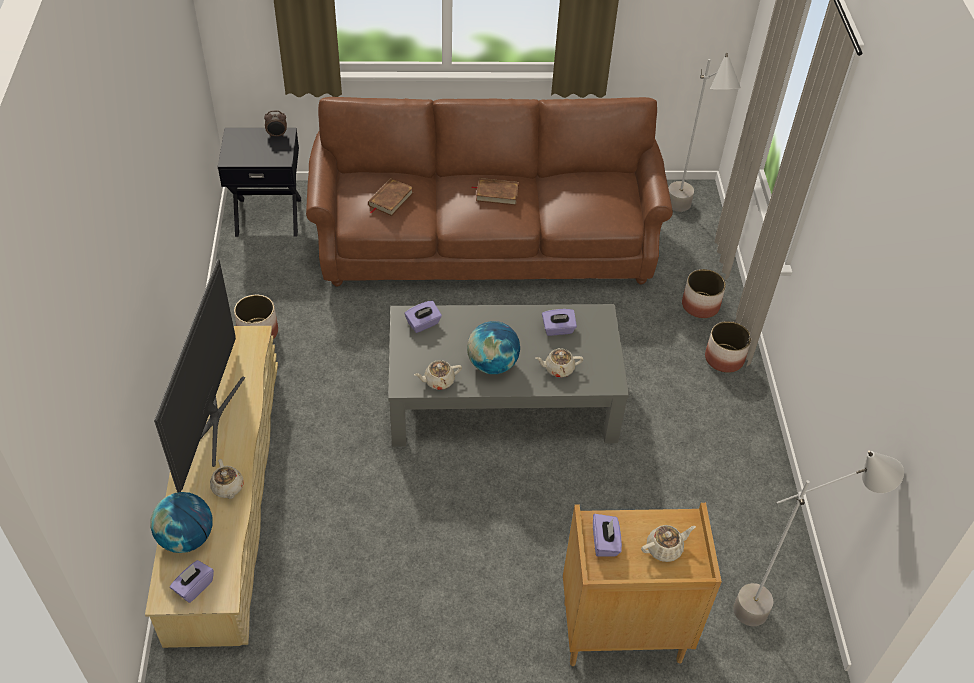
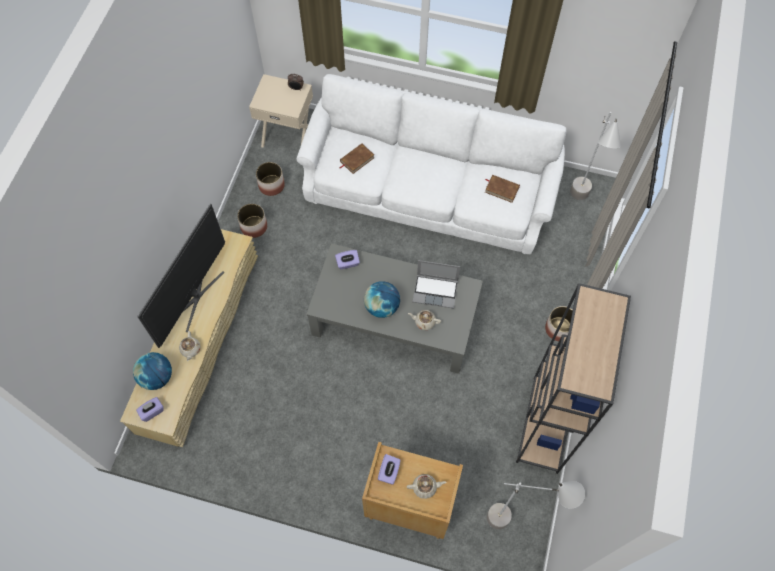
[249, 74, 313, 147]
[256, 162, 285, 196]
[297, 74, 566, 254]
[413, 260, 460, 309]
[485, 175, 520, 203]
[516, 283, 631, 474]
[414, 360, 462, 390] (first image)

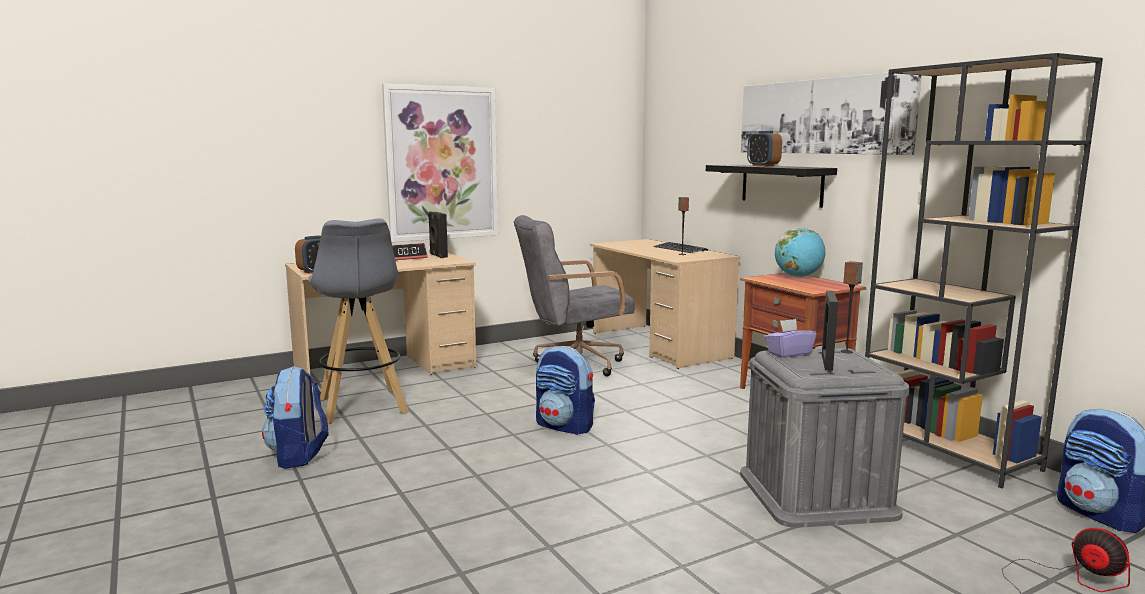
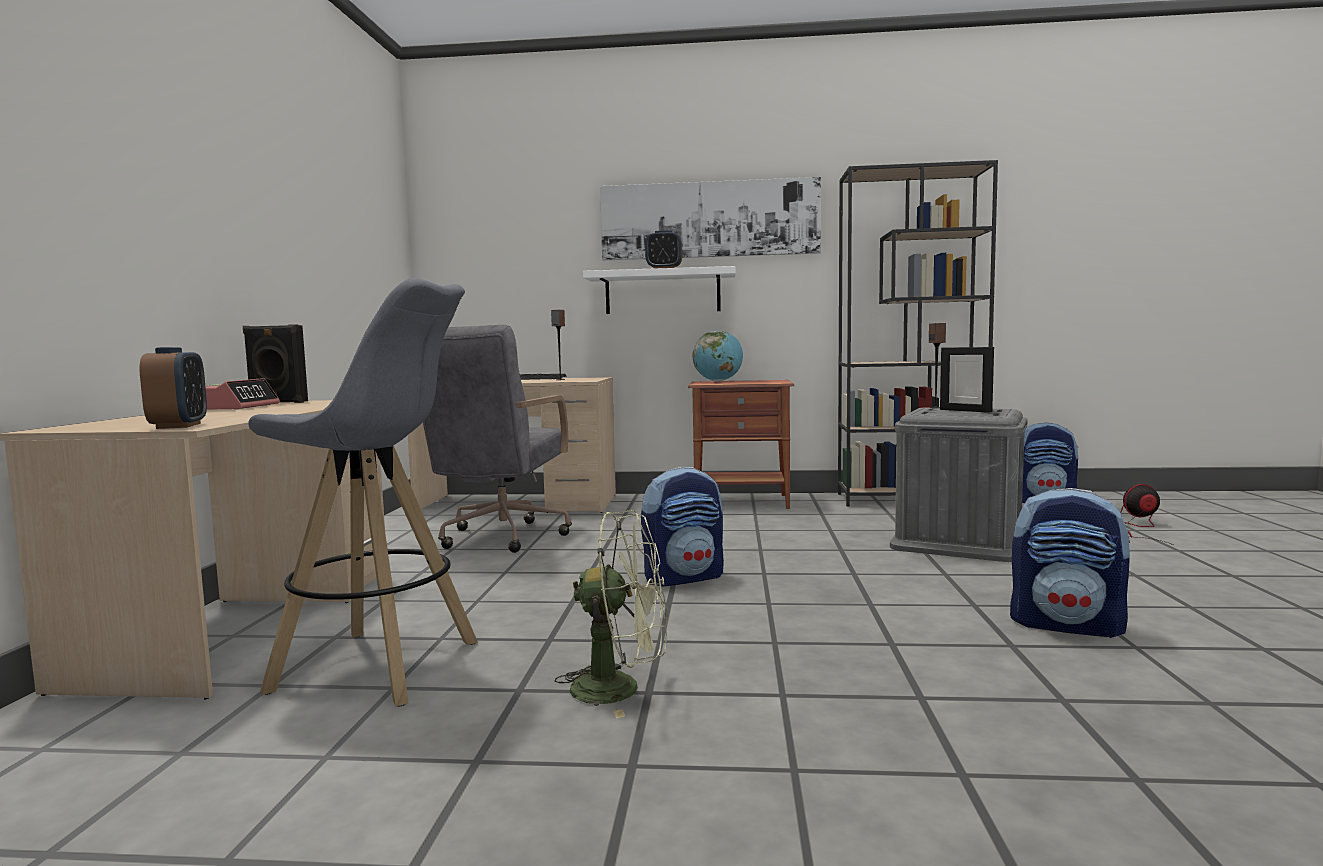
[555, 510, 668, 718]
[583, 266, 736, 314]
[1010, 488, 1132, 638]
[382, 84, 498, 242] (first image)
[765, 319, 816, 358] (first image)

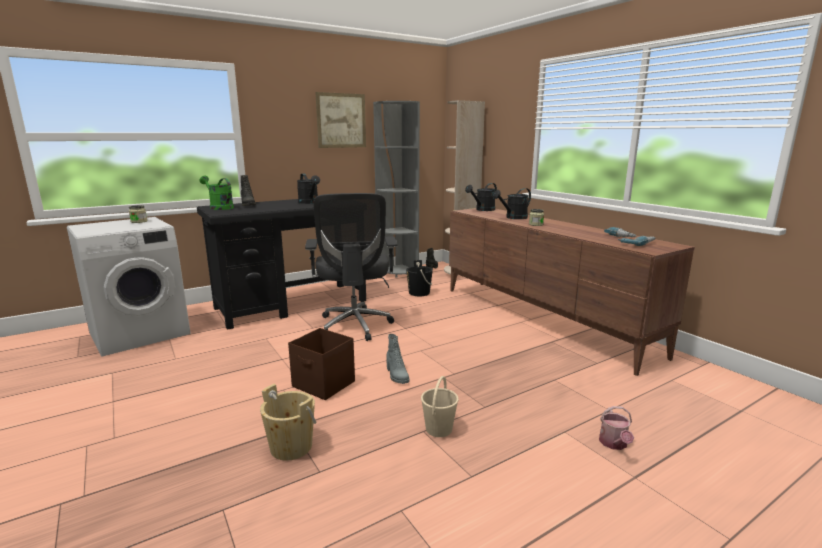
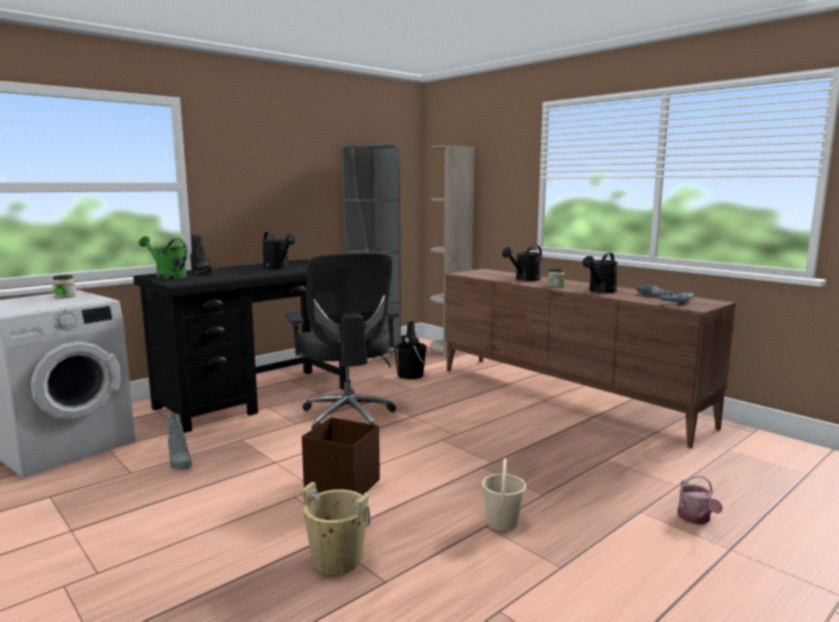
[168, 413, 192, 470]
[582, 253, 618, 293]
[315, 92, 366, 148] (first image)

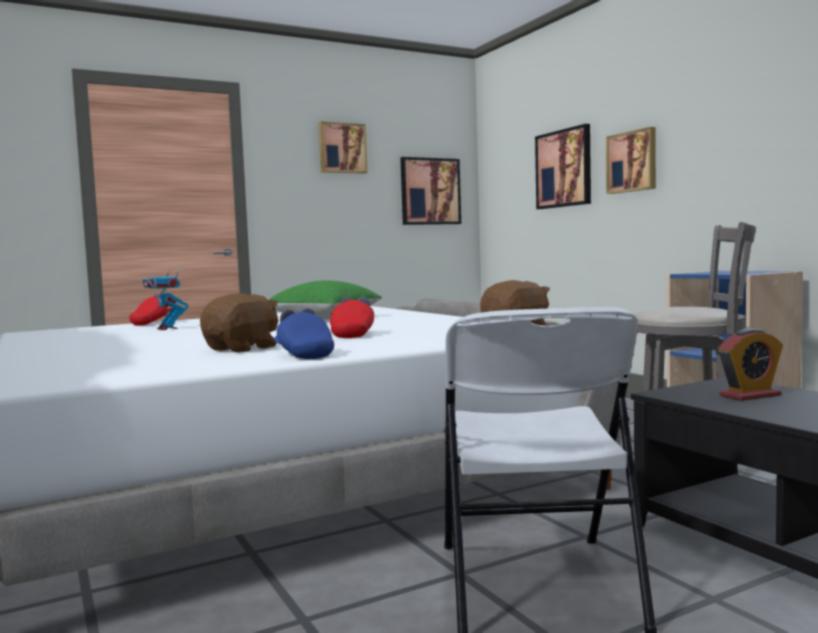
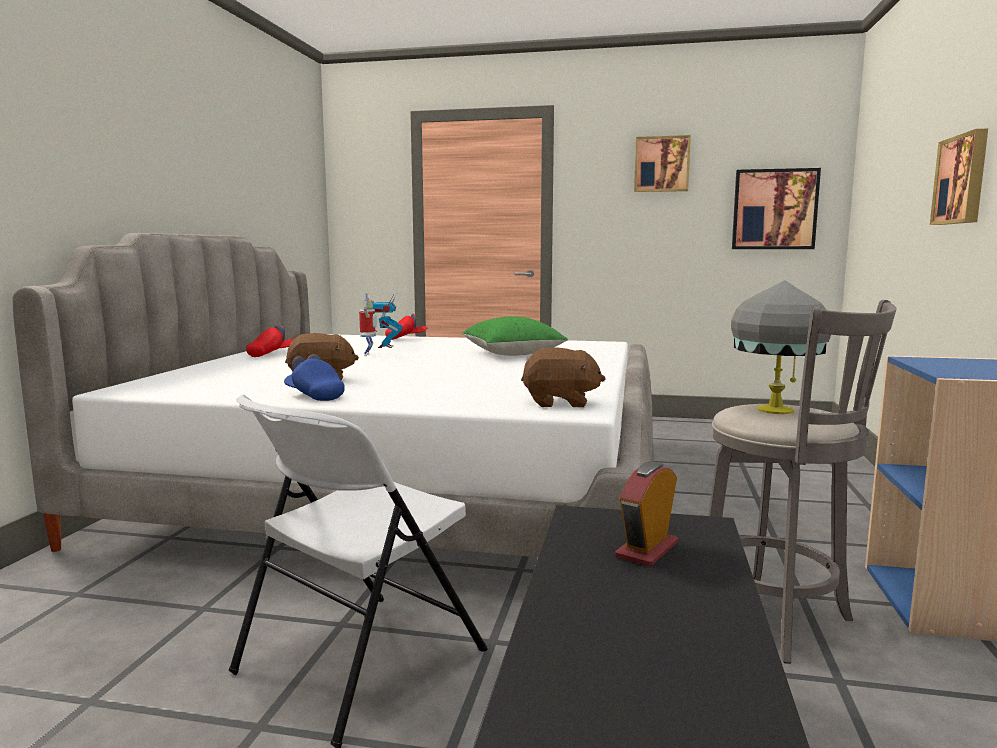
[246, 325, 294, 357]
[284, 354, 345, 401]
[359, 293, 378, 356]
[615, 461, 678, 567]
[731, 280, 831, 414]
[535, 124, 591, 209] (first image)

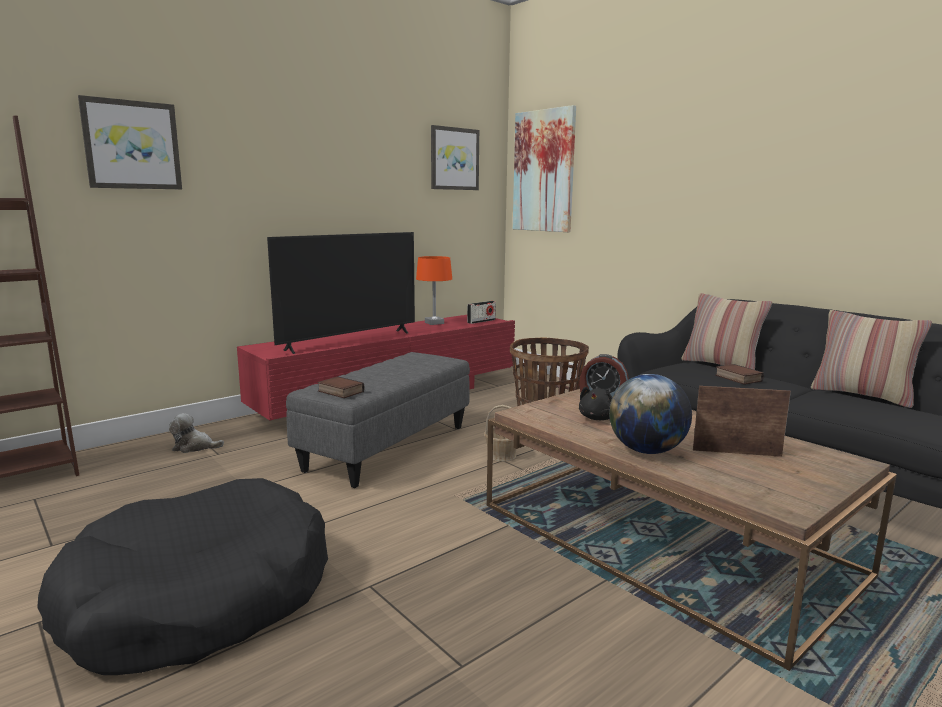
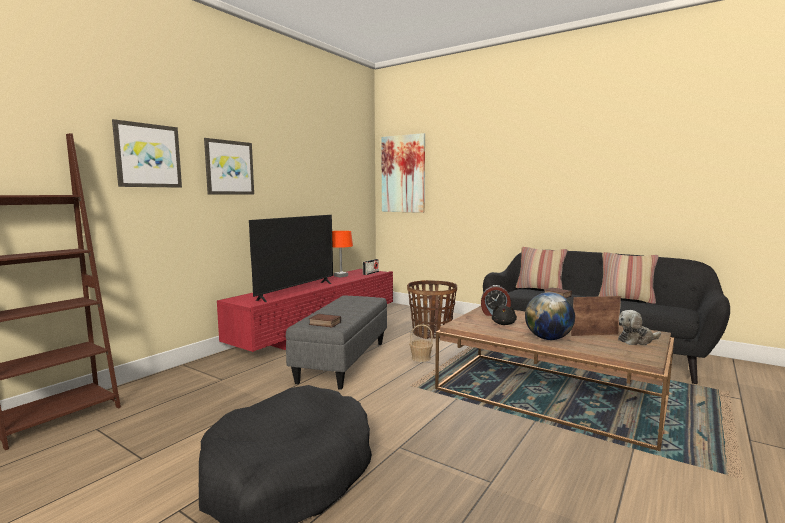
[204, 138, 254, 194]
[618, 310, 661, 345]

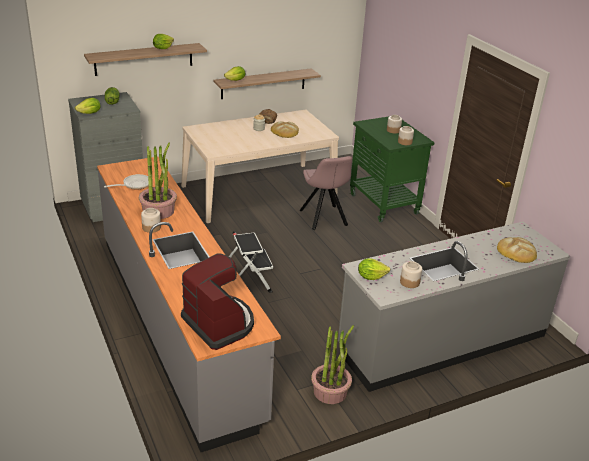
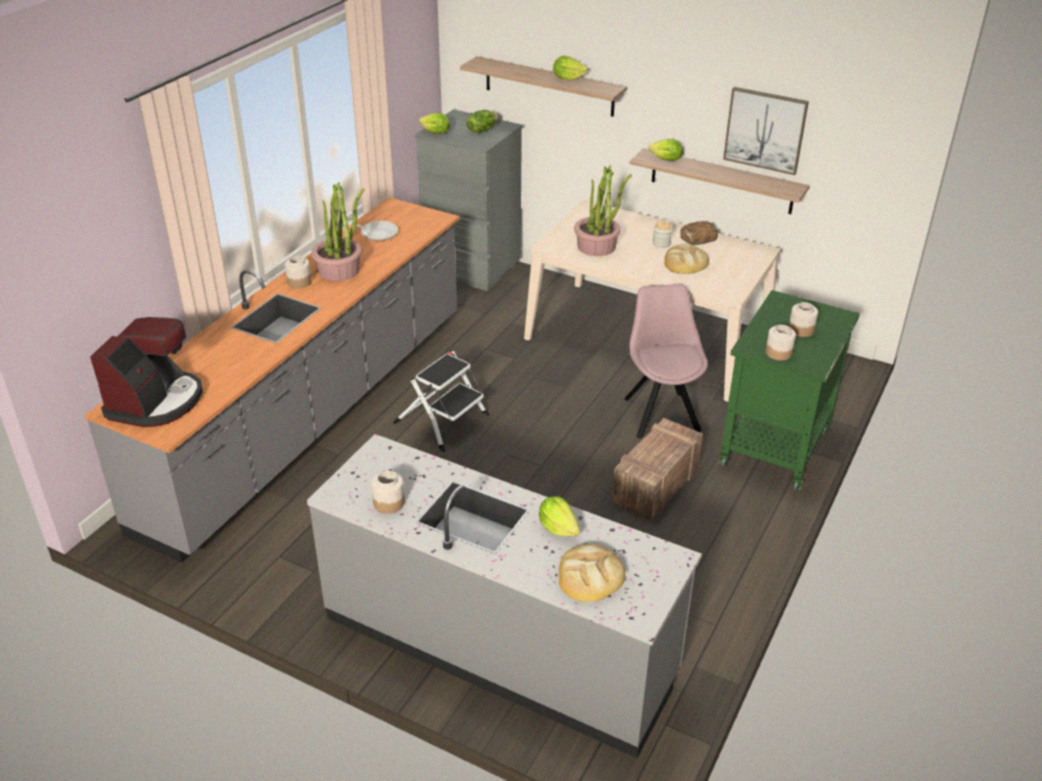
[539, 496, 580, 536]
[574, 165, 632, 256]
[612, 418, 703, 521]
[624, 283, 708, 438]
[723, 87, 809, 175]

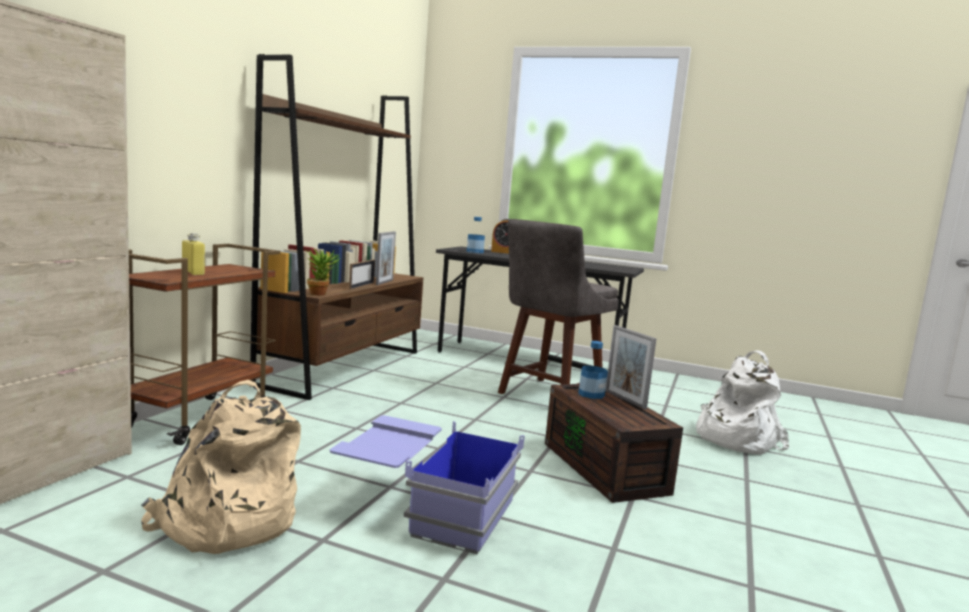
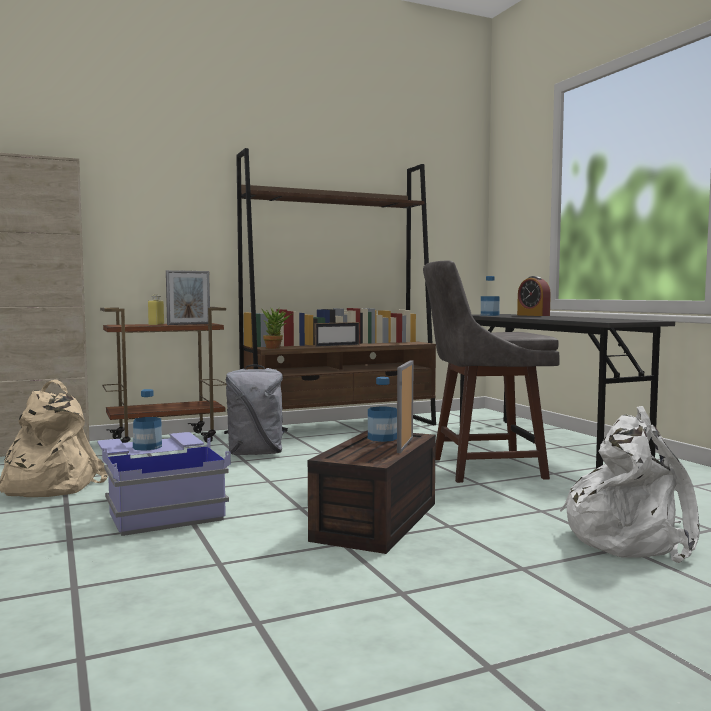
[133, 389, 162, 451]
[166, 270, 210, 325]
[224, 365, 288, 455]

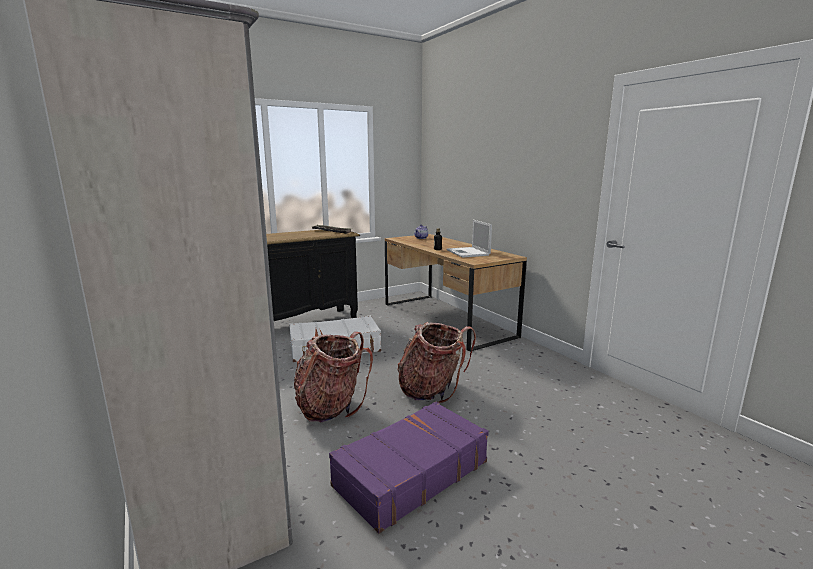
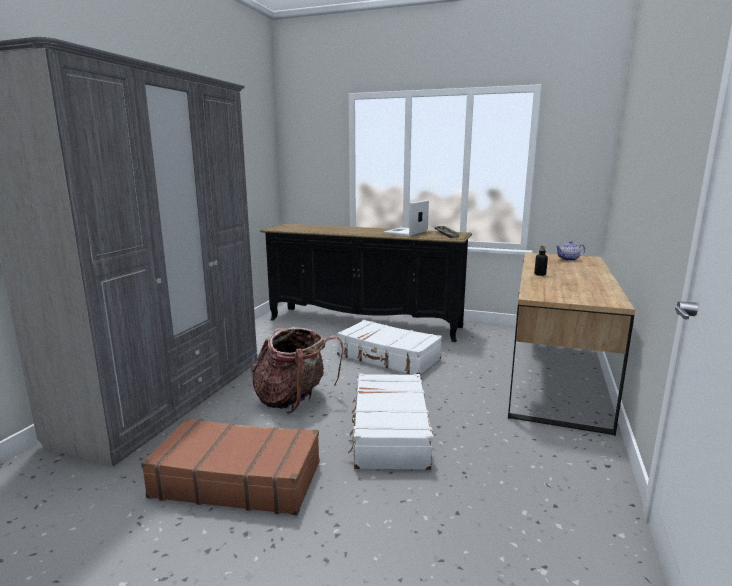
[141, 419, 320, 515]
[348, 373, 433, 470]
[382, 200, 429, 236]

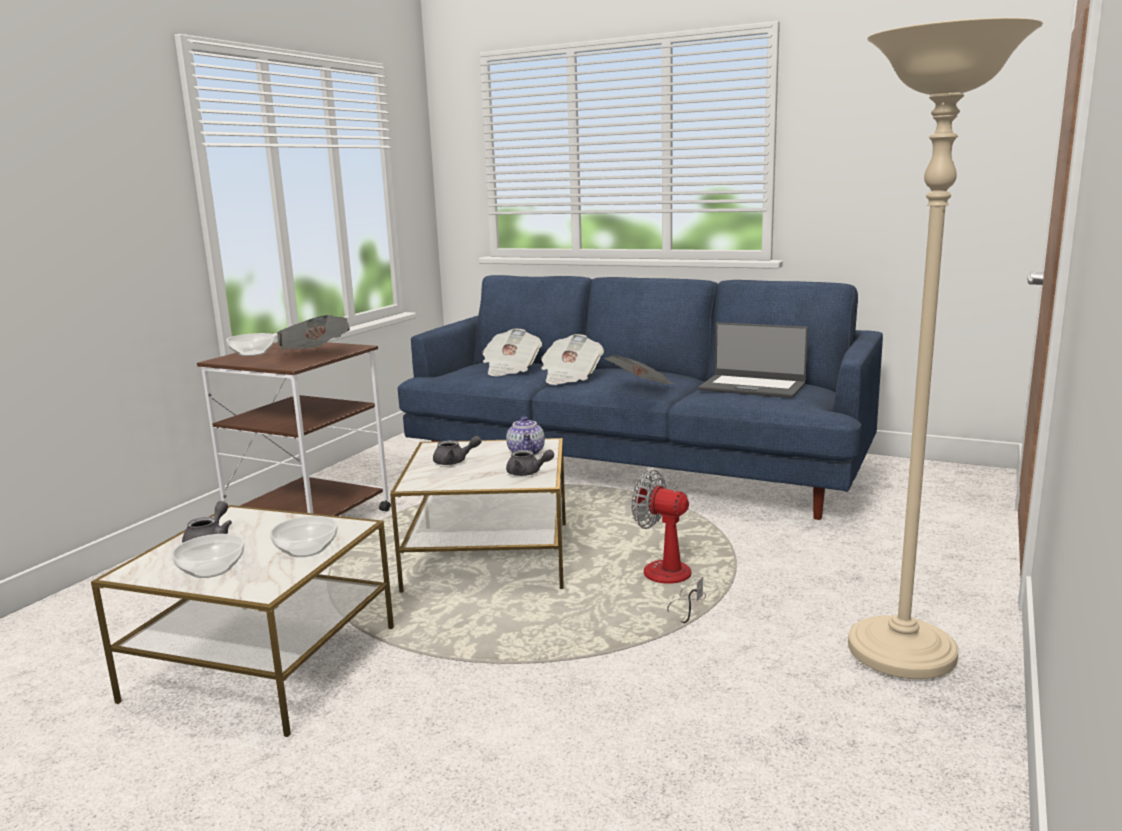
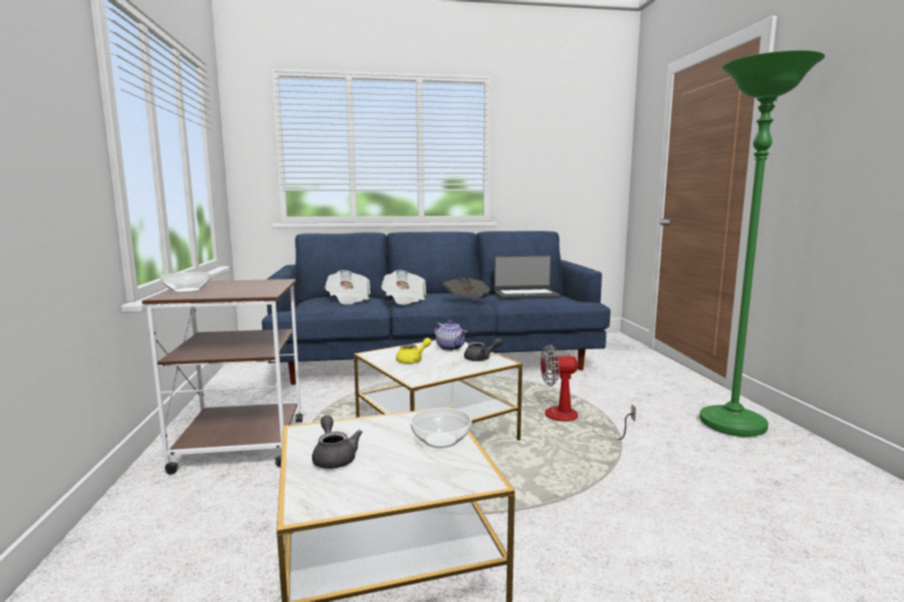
[396, 338, 432, 364]
[700, 50, 825, 437]
[171, 534, 245, 578] (first image)
[277, 315, 350, 349] (first image)

